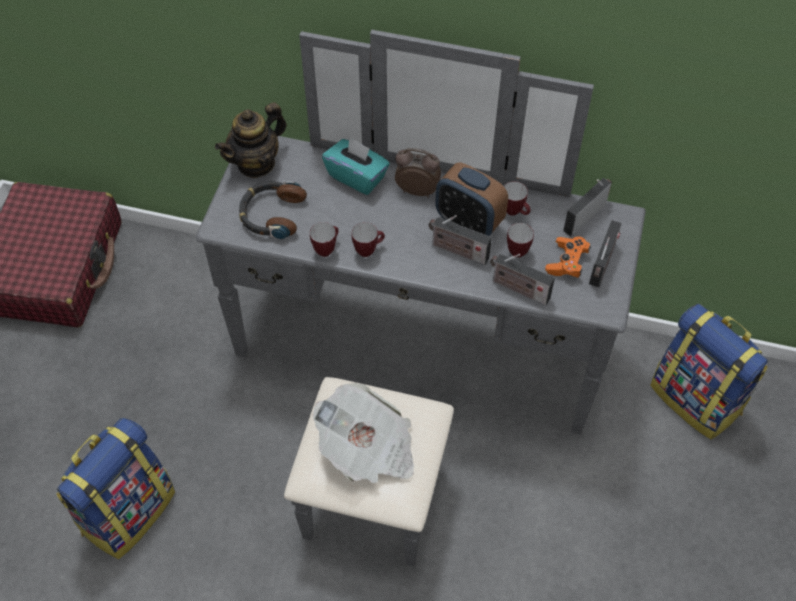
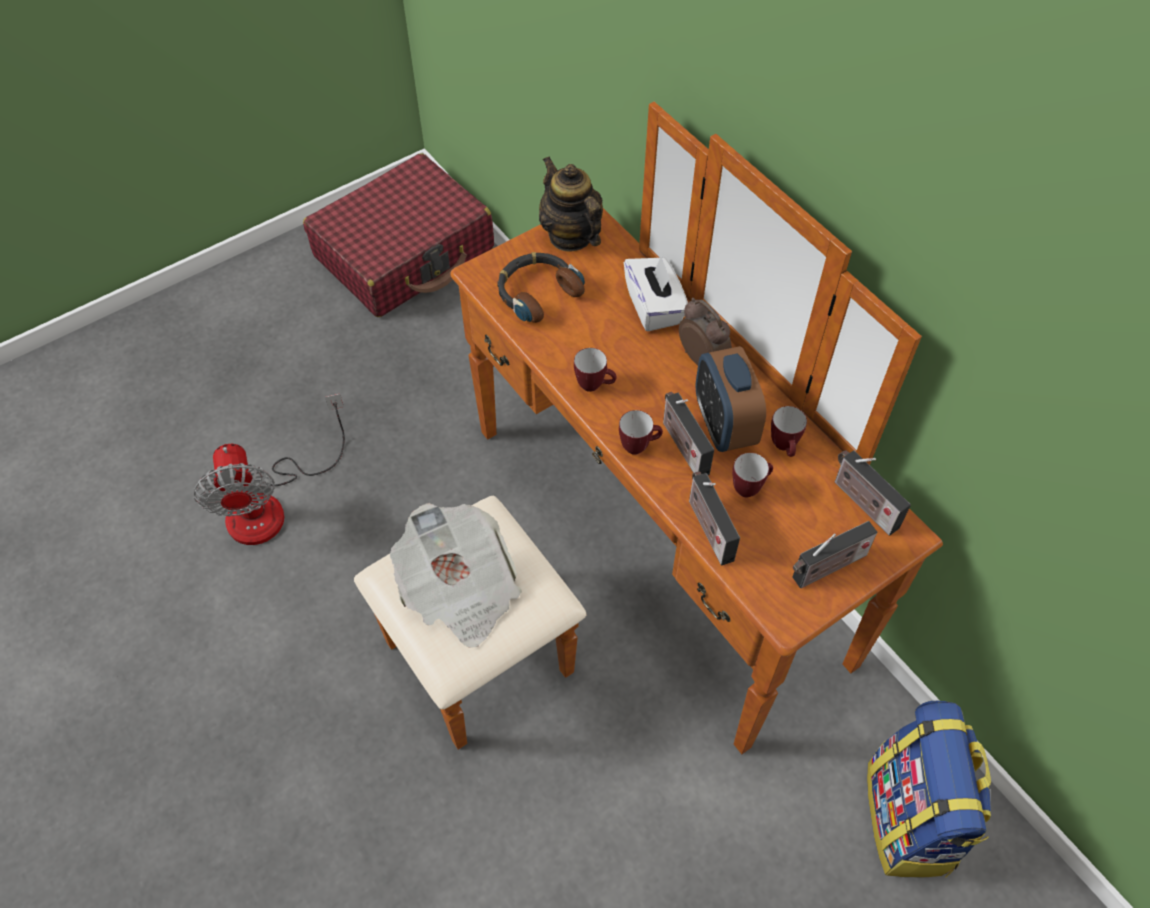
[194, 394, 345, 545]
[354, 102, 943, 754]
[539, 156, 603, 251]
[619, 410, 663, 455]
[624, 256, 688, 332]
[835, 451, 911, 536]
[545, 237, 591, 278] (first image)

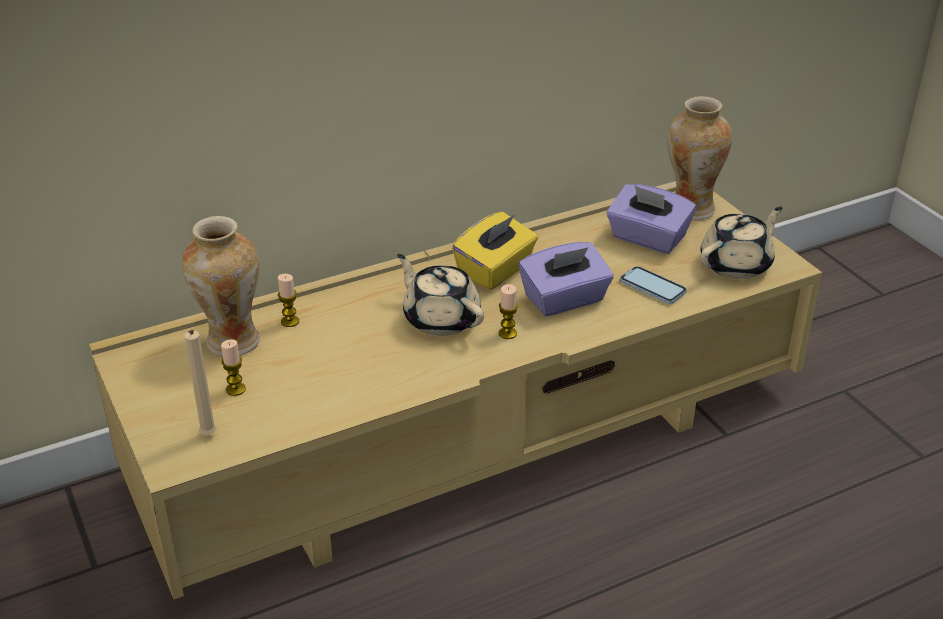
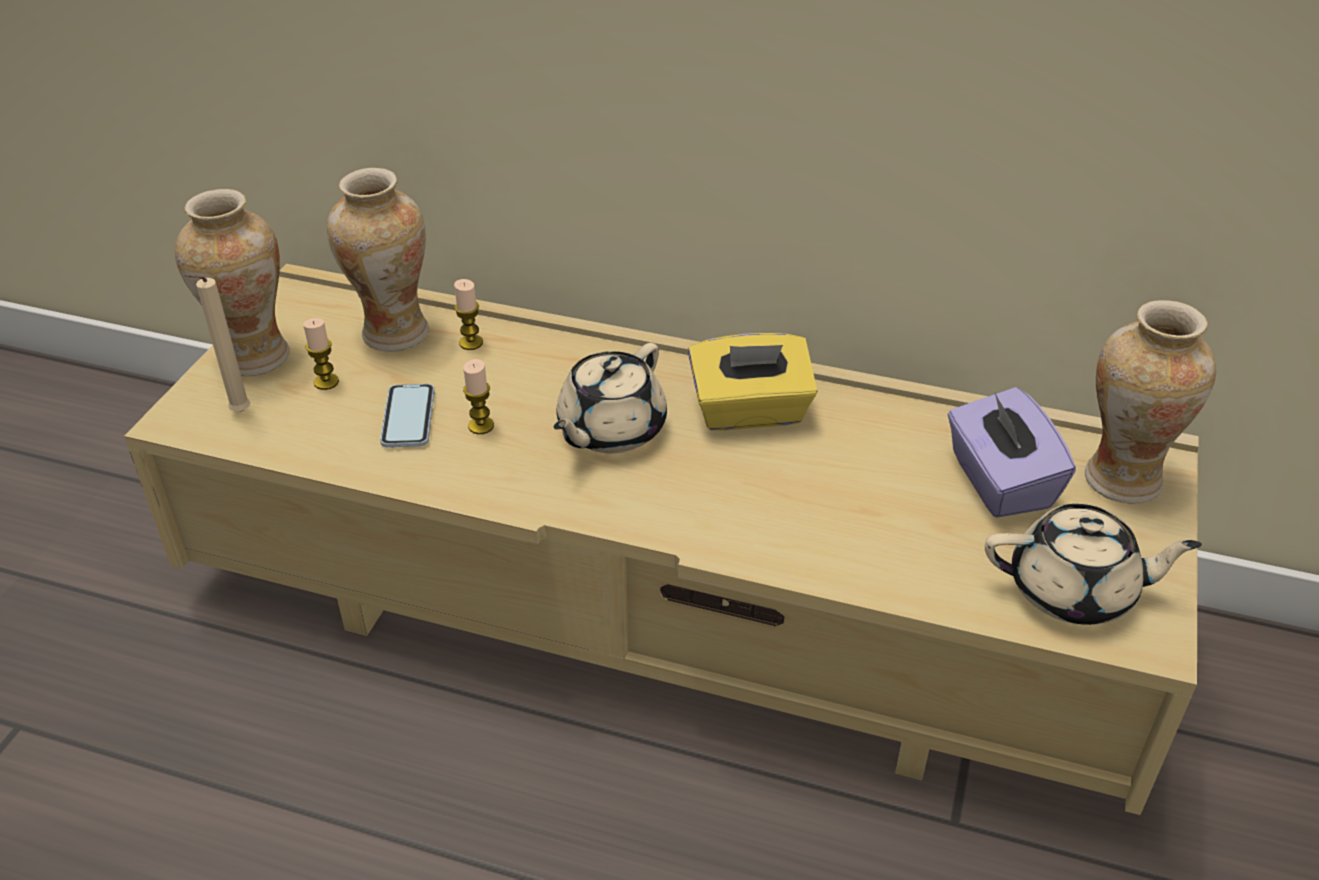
[175, 189, 290, 376]
[380, 384, 435, 448]
[463, 359, 494, 434]
[554, 343, 667, 453]
[519, 242, 614, 316] (first image)

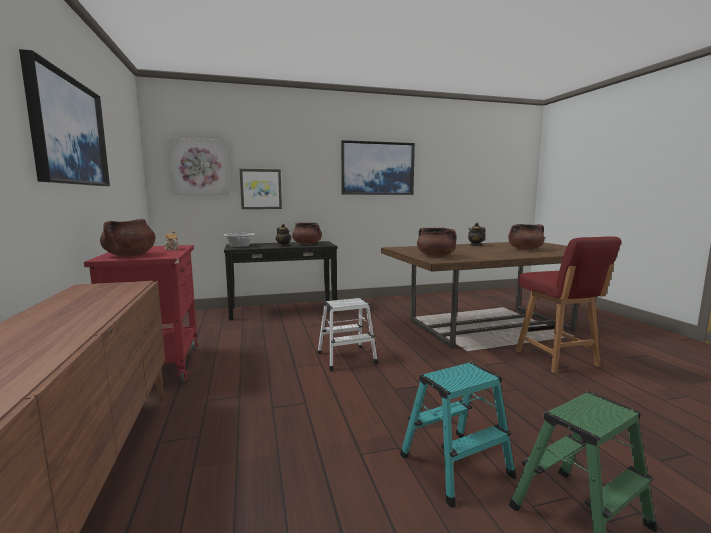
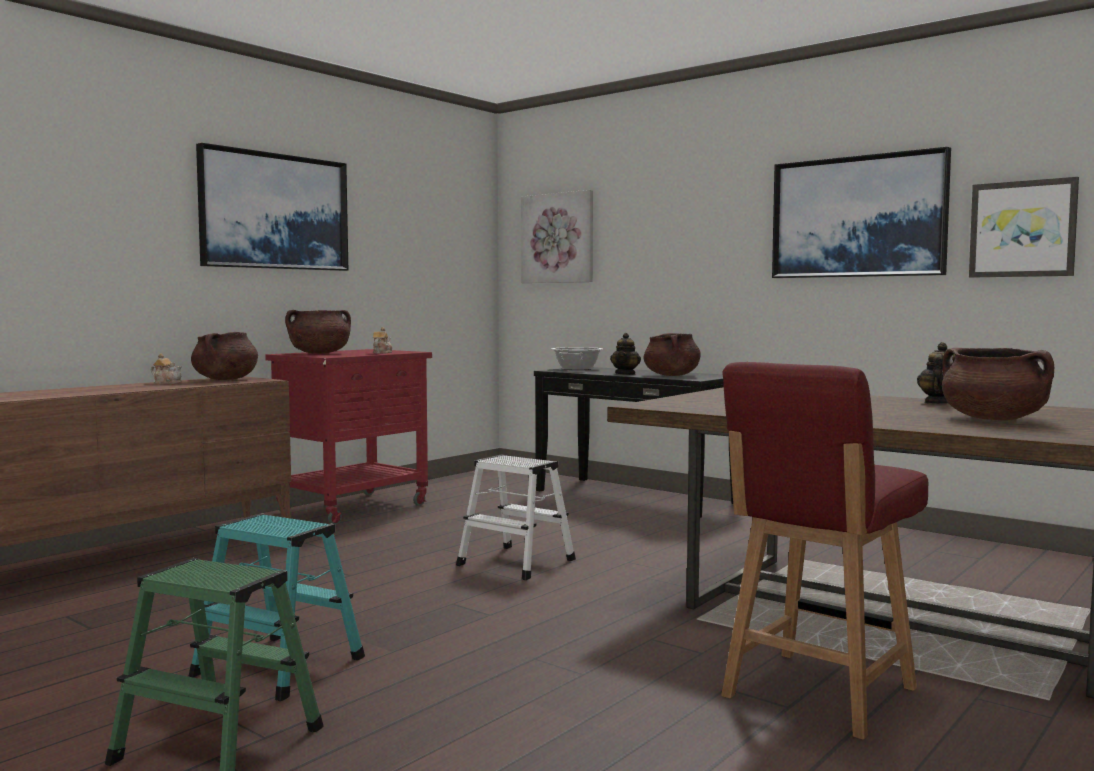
[151, 353, 182, 384]
[191, 332, 258, 380]
[969, 177, 1079, 278]

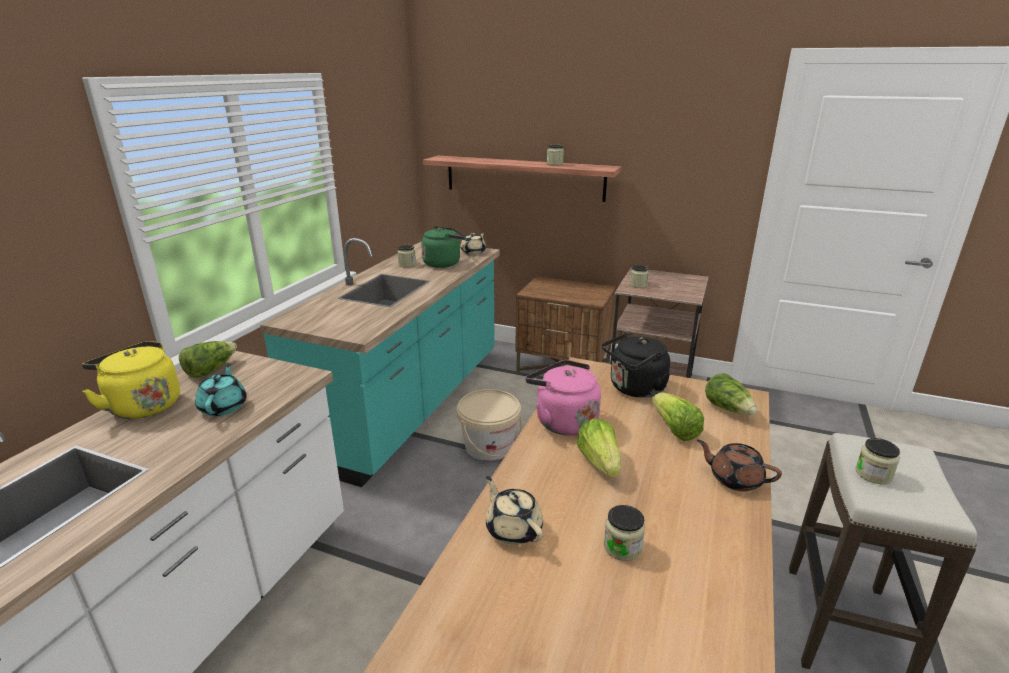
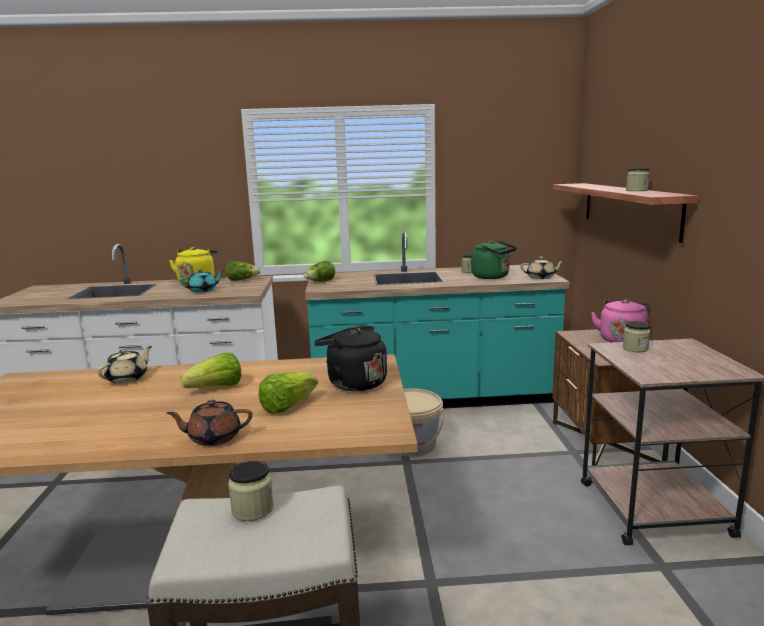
[167, 400, 252, 446]
[303, 261, 335, 282]
[591, 299, 648, 342]
[604, 505, 645, 561] (first image)

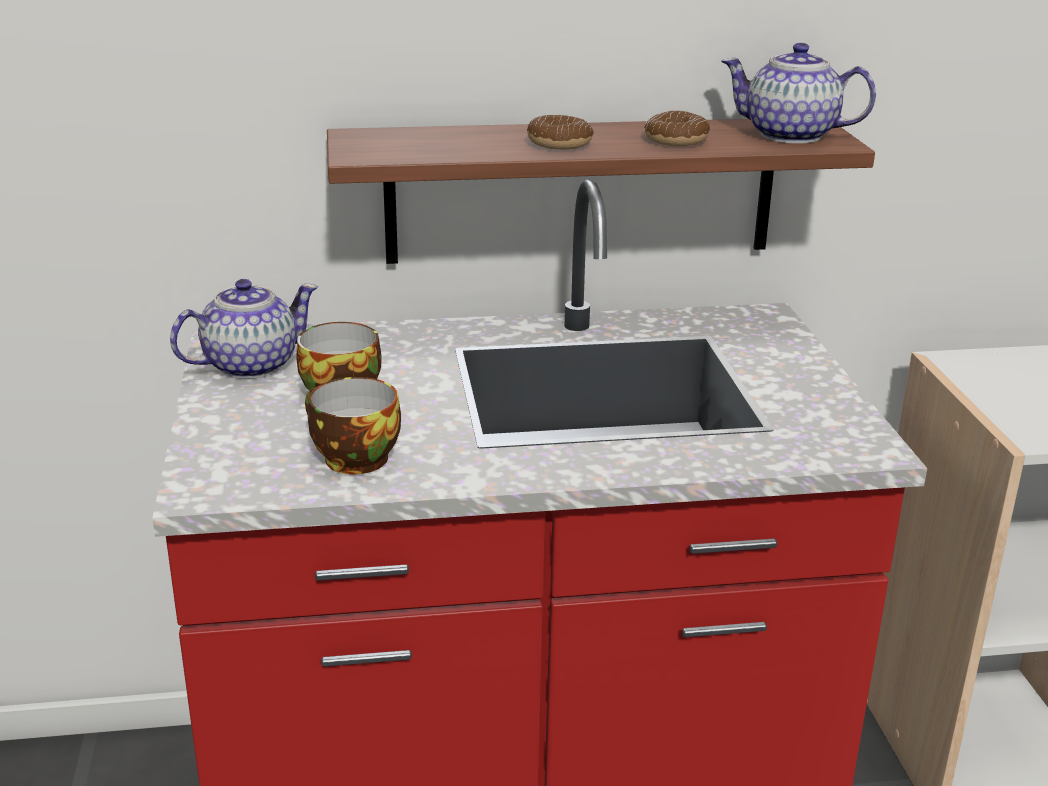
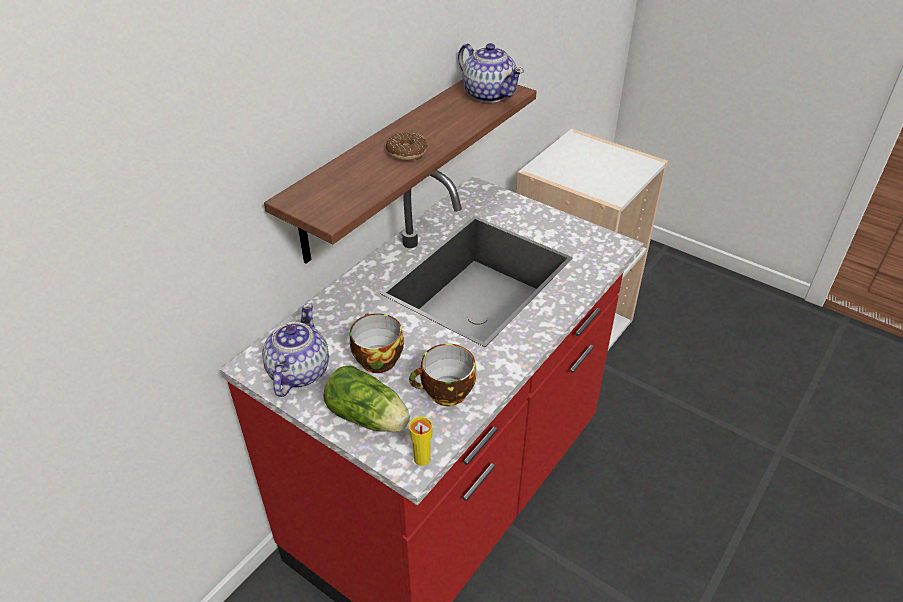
[323, 366, 410, 433]
[409, 417, 433, 466]
[458, 43, 524, 103]
[644, 111, 710, 146] (first image)

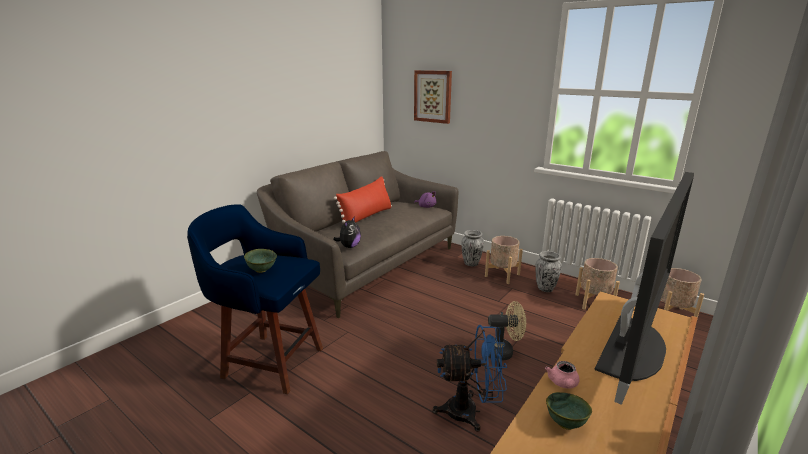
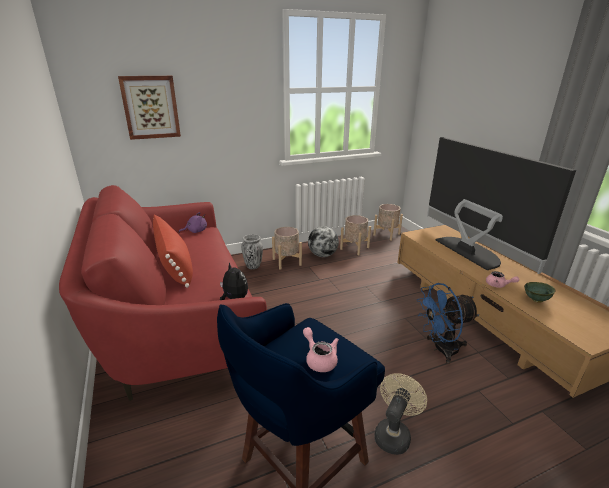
[59, 185, 267, 401]
[303, 327, 339, 372]
[308, 226, 339, 257]
[374, 373, 427, 455]
[417, 283, 479, 364]

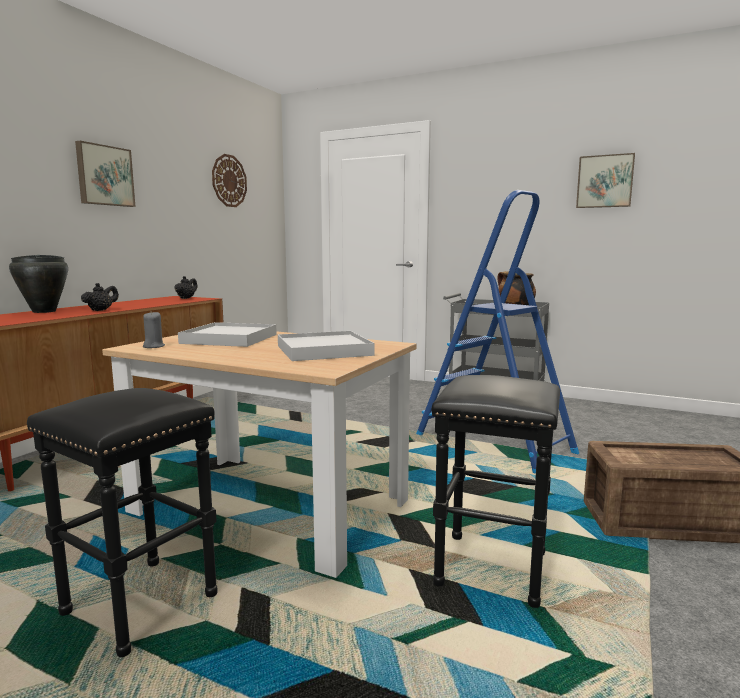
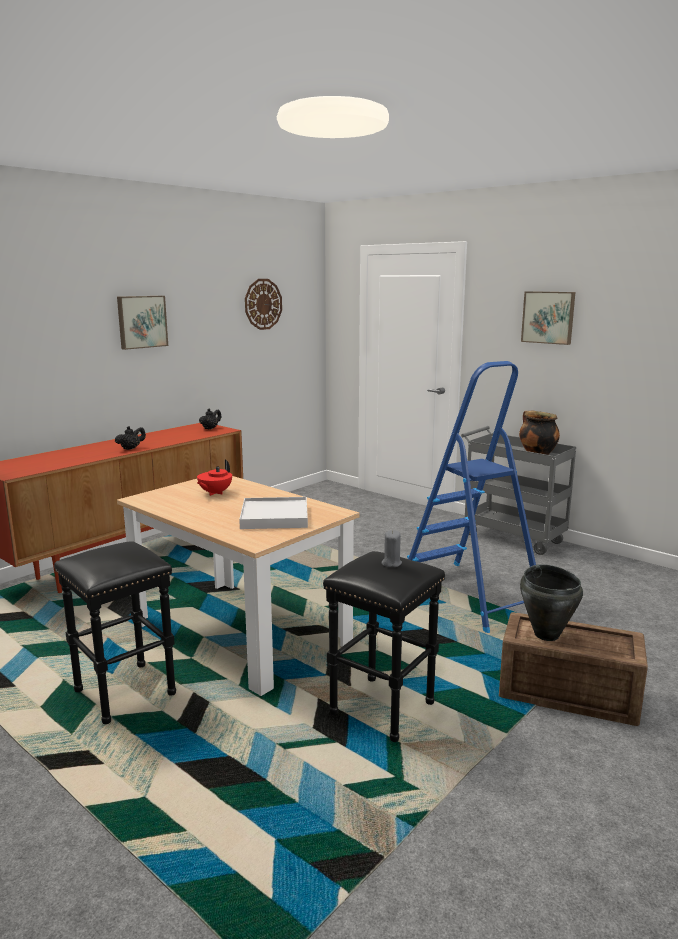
[197, 460, 232, 496]
[382, 530, 402, 567]
[520, 564, 583, 641]
[521, 291, 575, 345]

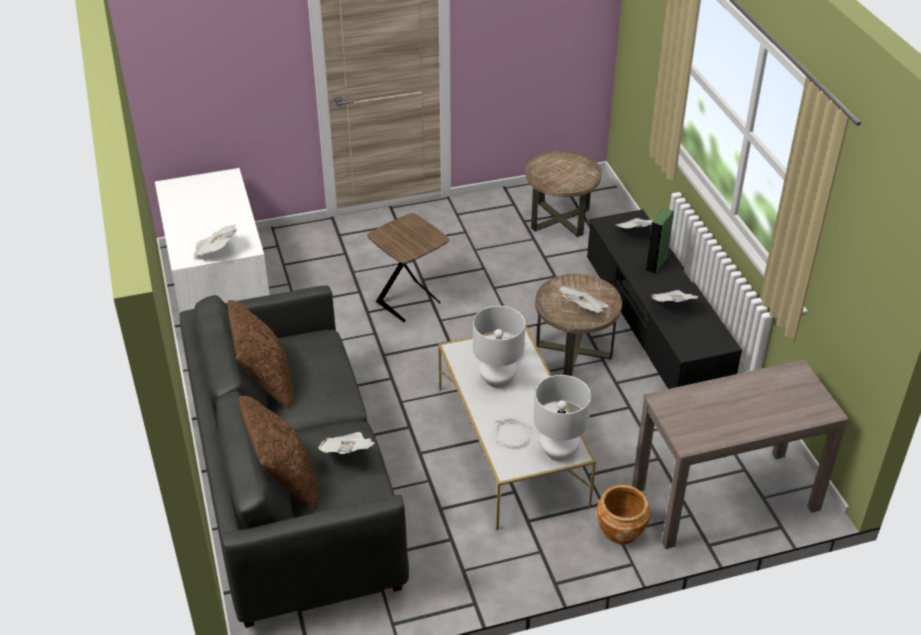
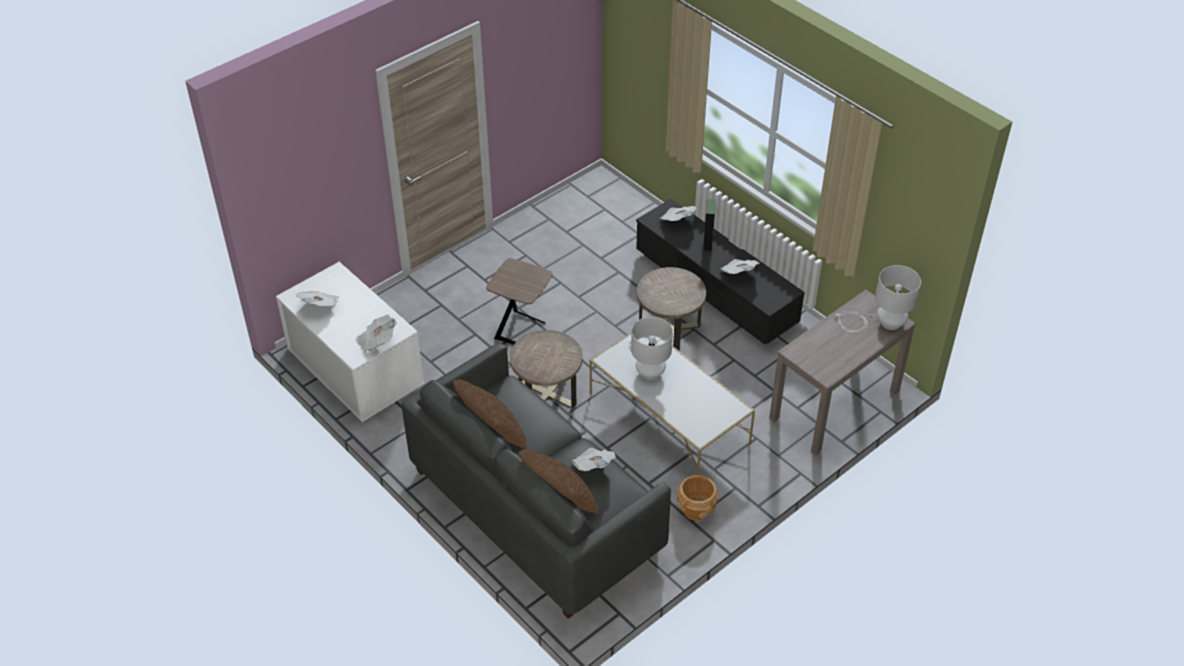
[296, 291, 339, 306]
[510, 330, 583, 409]
[677, 475, 718, 521]
[835, 265, 921, 333]

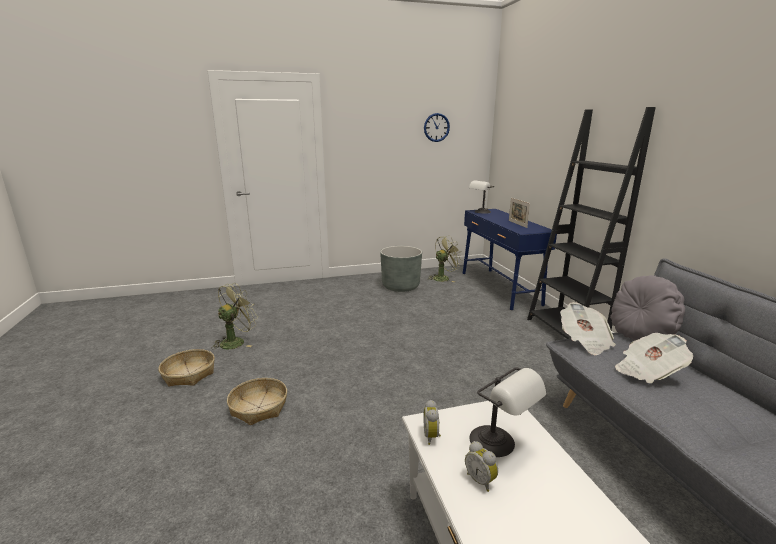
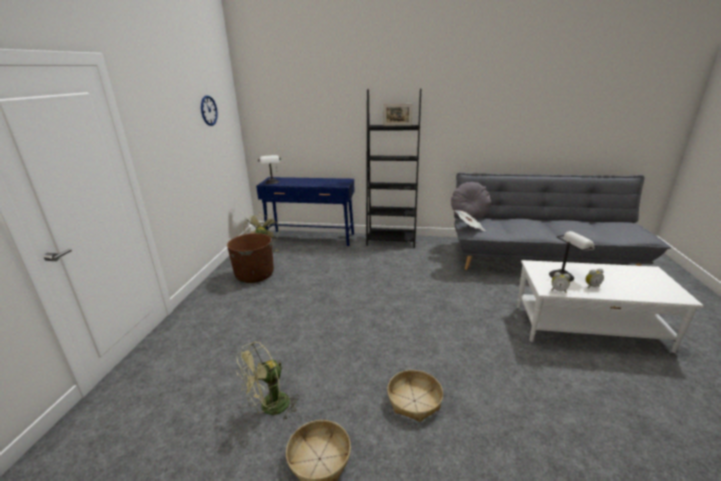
[227, 233, 274, 283]
[236, 342, 299, 419]
[383, 104, 412, 126]
[615, 333, 693, 383] (first image)

